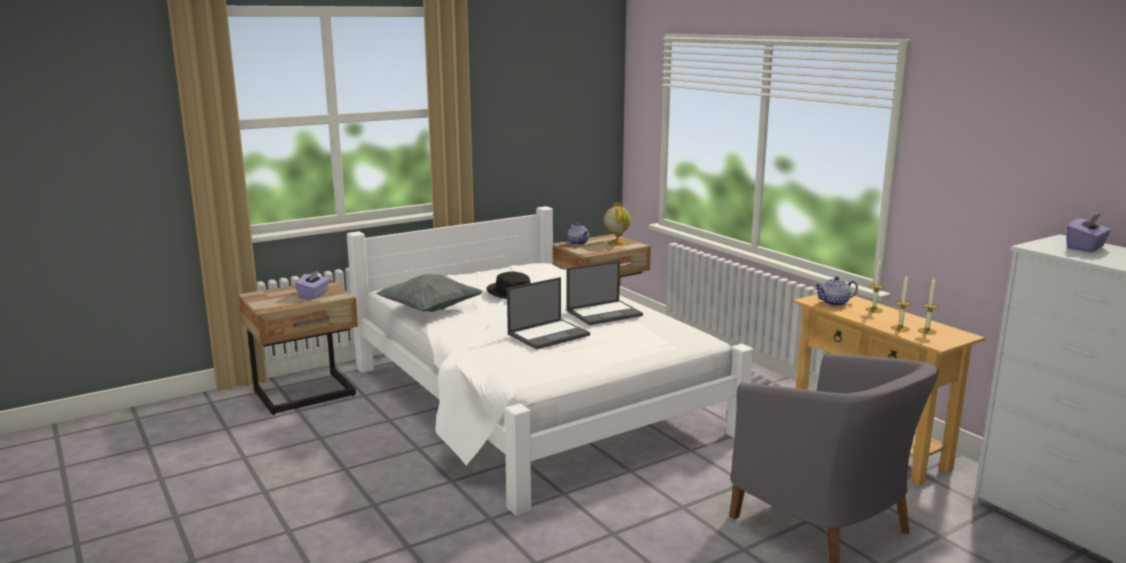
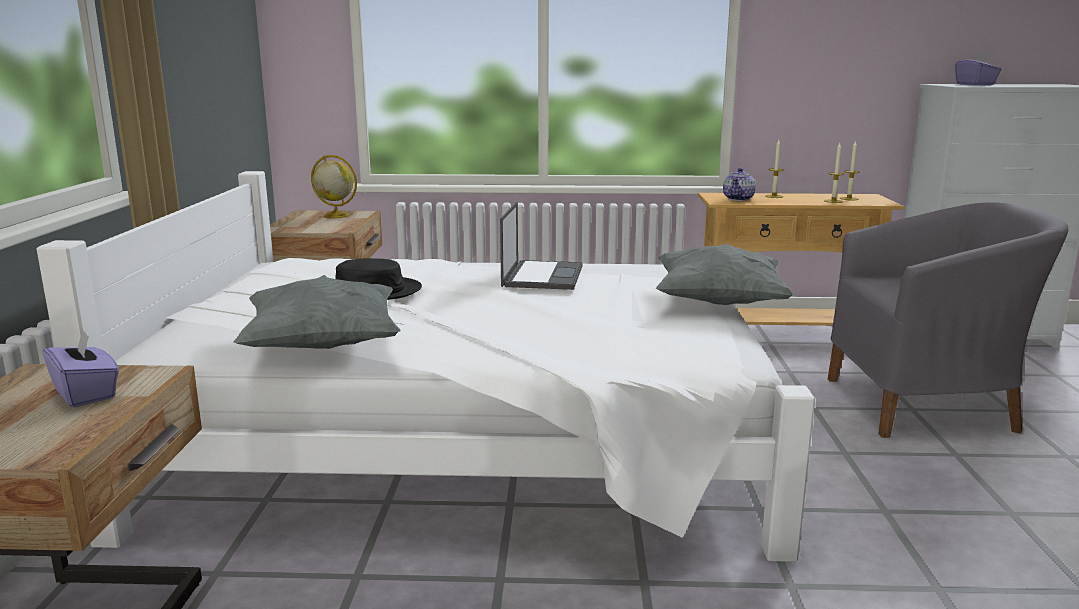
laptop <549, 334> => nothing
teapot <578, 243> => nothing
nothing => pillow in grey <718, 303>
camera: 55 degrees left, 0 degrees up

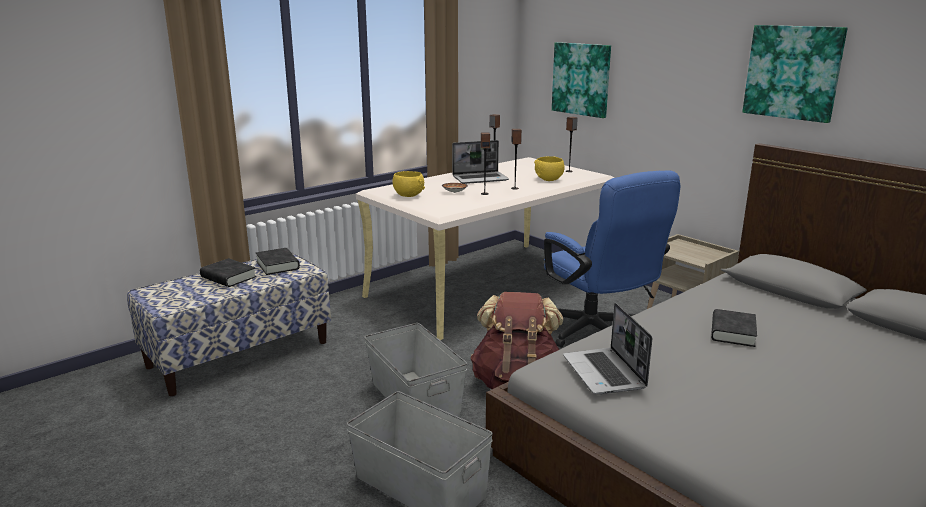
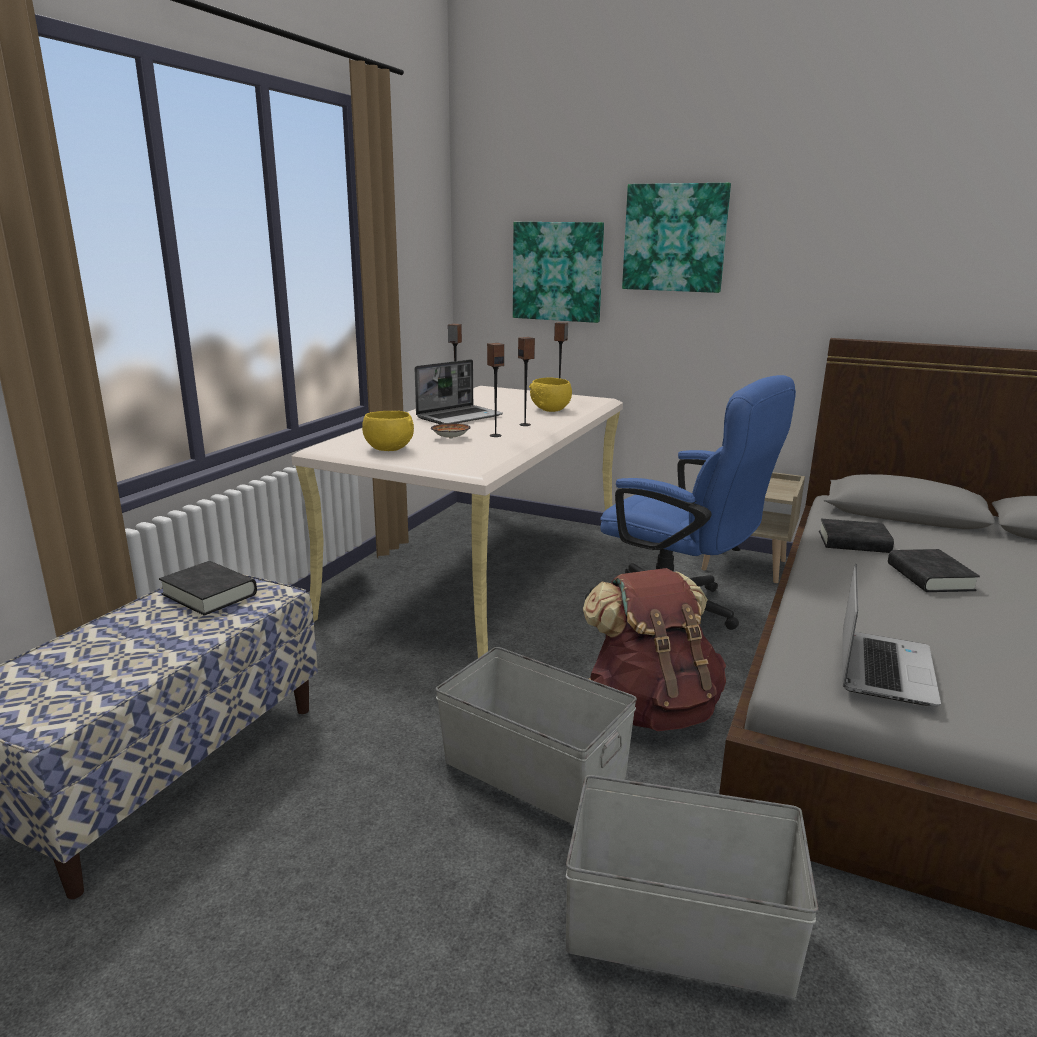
book in black <228, 277> => book in black <854, 542>, moved
laptop <605, 373> => laptop <883, 668>, 120 degrees counterclockwise
picture <793, 72> => picture <675, 238>, moved
camera: 25 degrees left, 0 degrees up

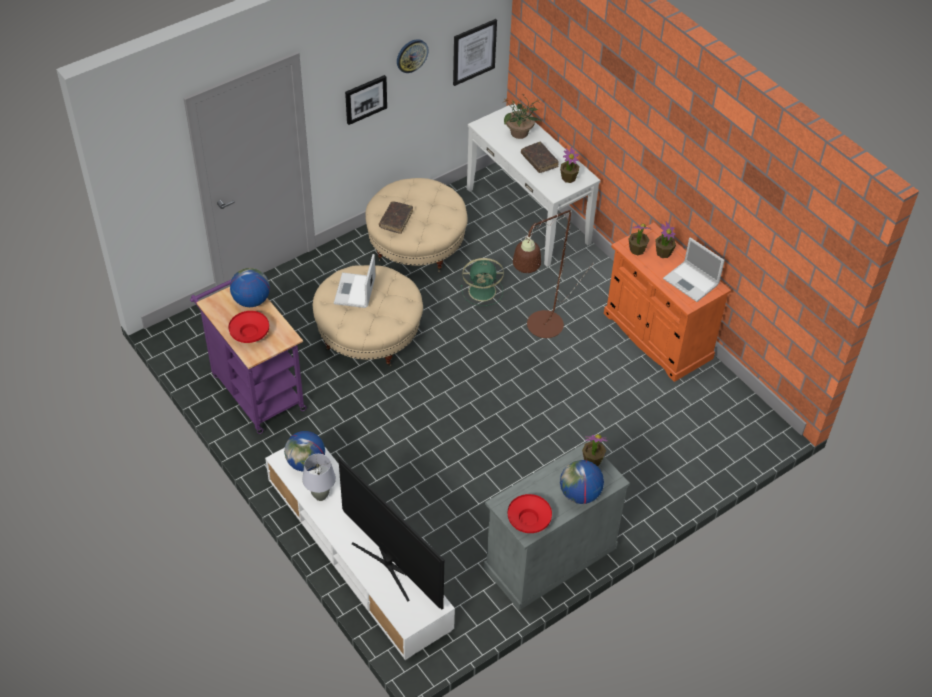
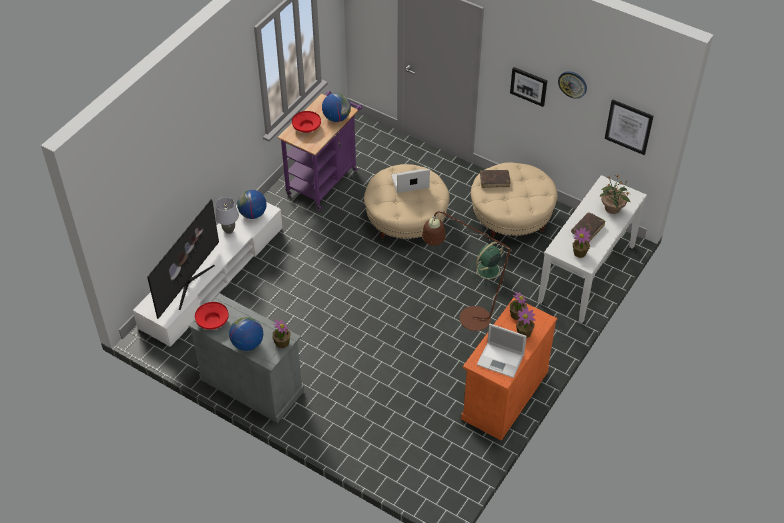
fan in green <483, 291> => fan in green <487, 270>, 75 degrees clockwise
laptop <691, 282> => laptop <501, 360>, 90 degrees counterclockwise
camera: 70 degrees right, 0 degrees up

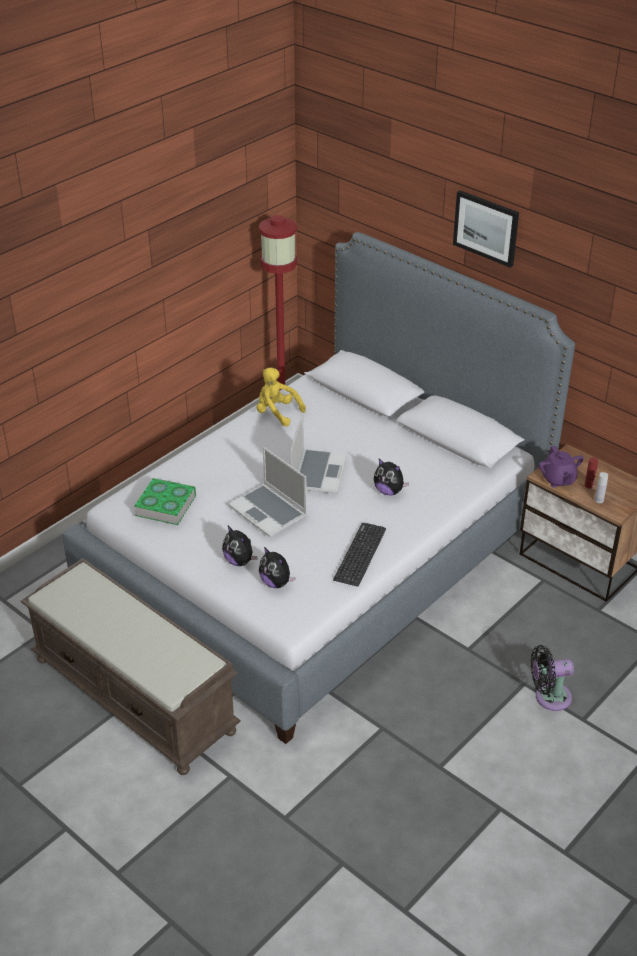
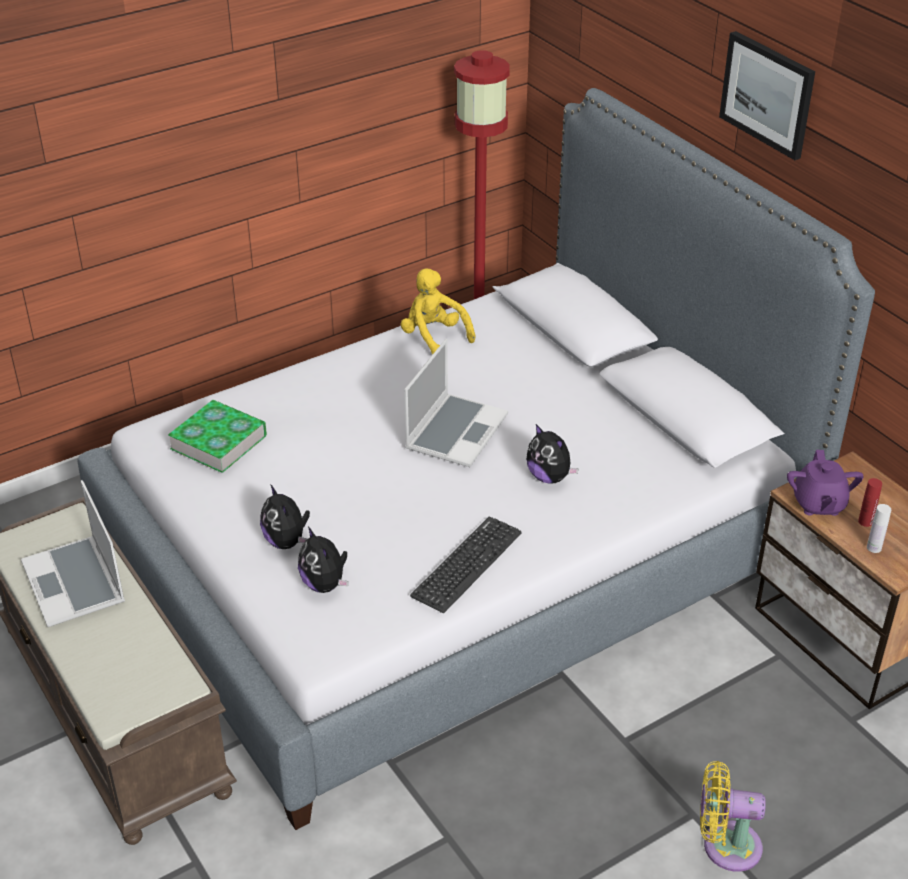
laptop <269, 512> => laptop <76, 583>, moved
fan in black <549, 697> => fan in yellow <725, 845>
camera: 15 degrees right, 0 degrees up

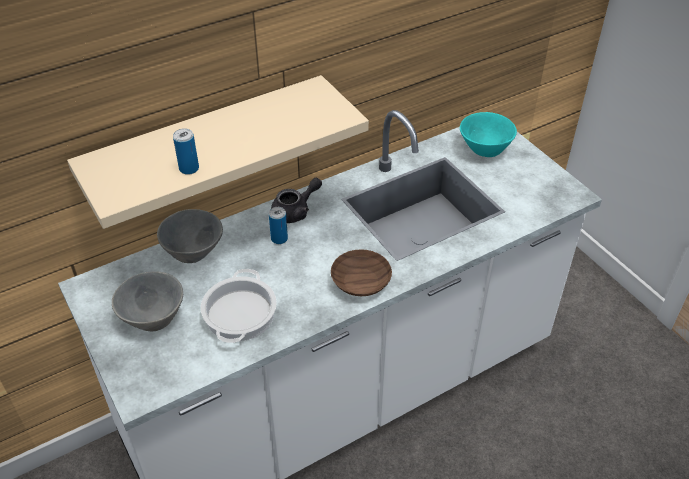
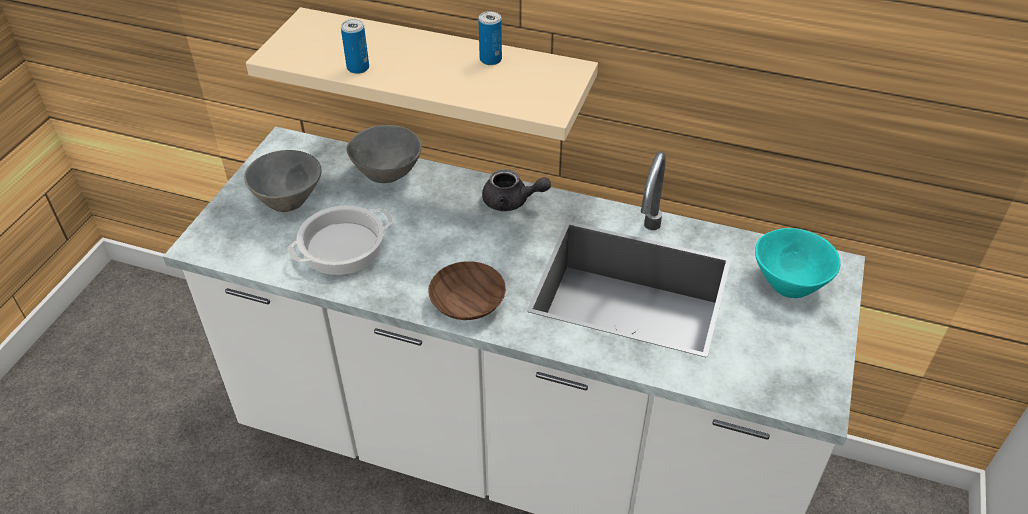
can <279, 239> => can <490, 59>, moved
camera: 50 degrees right, 0 degrees up

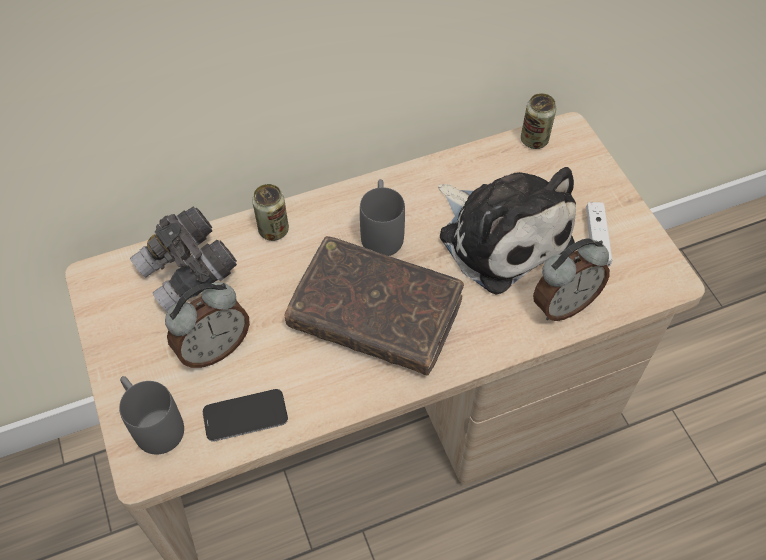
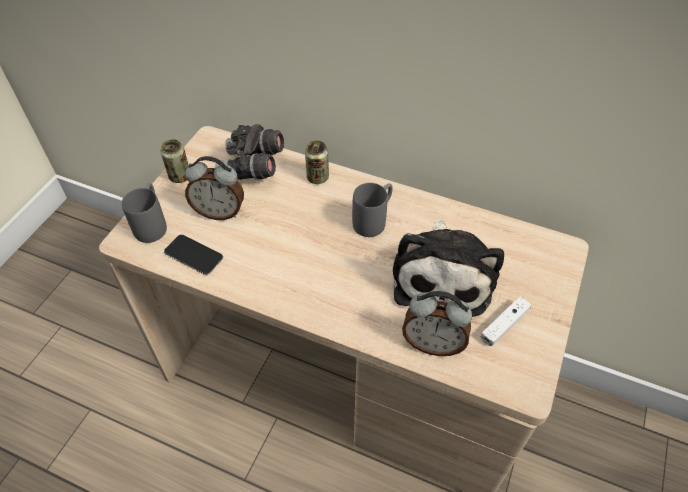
book in brown <375, 314> => nothing
can <534, 140> => can <180, 176>, moved
camera: 45 degrees right, 5 degrees down

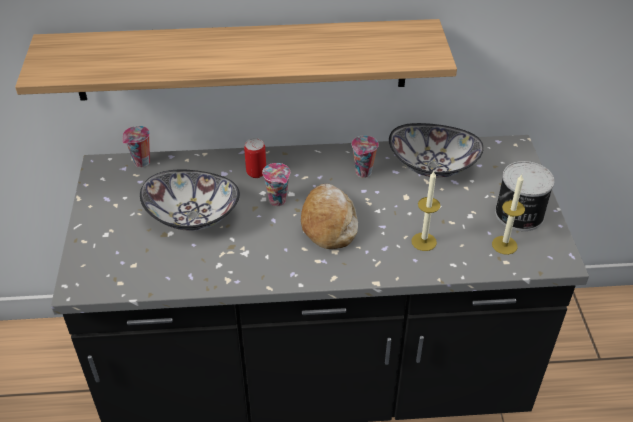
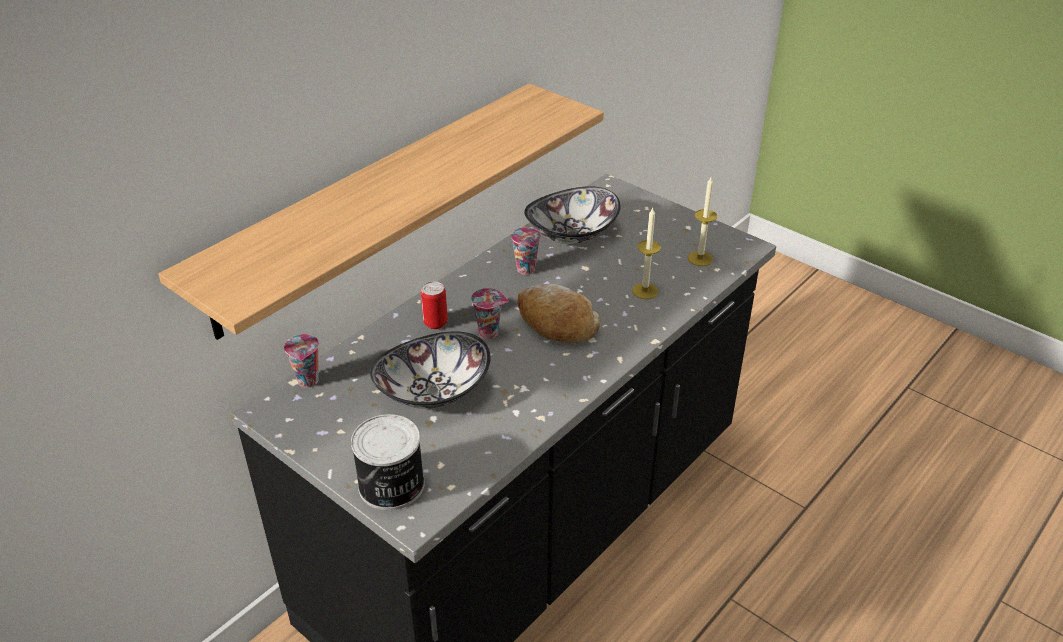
can <518, 215> => can <391, 486>, moved
camera: 45 degrees left, 5 degrees down

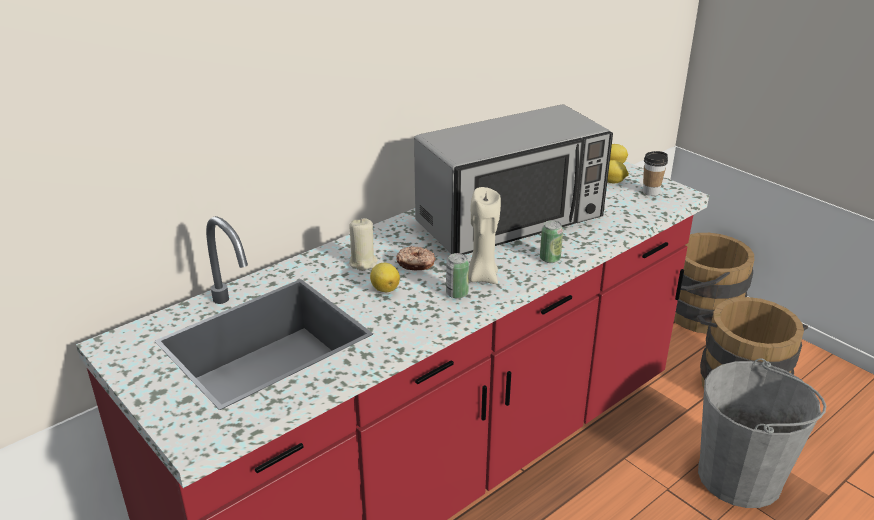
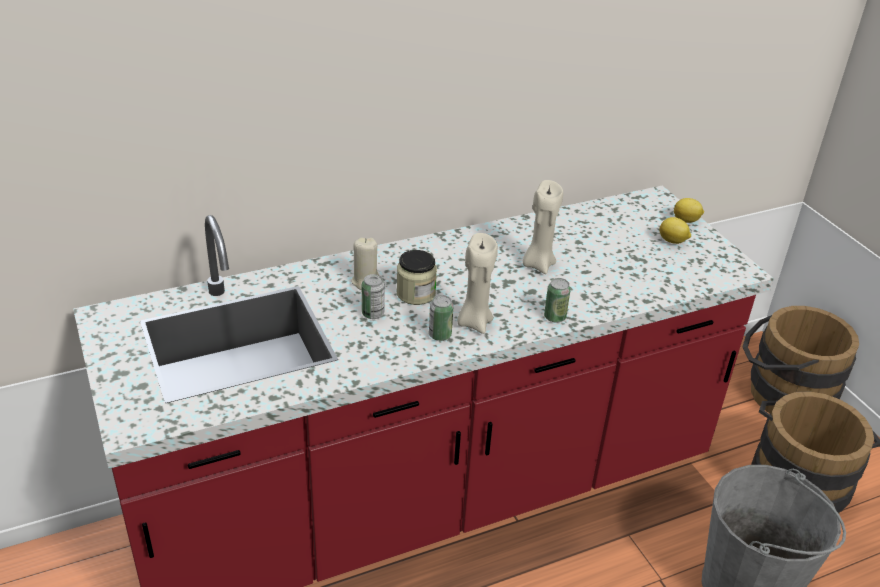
lemon <385, 288> => can <373, 314>
donut <415, 264> => jar <416, 293>
microwave <511, 220> => candle in beige <538, 264>
cup <650, 192> => nothing
camera: 15 degrees right, 5 degrees up

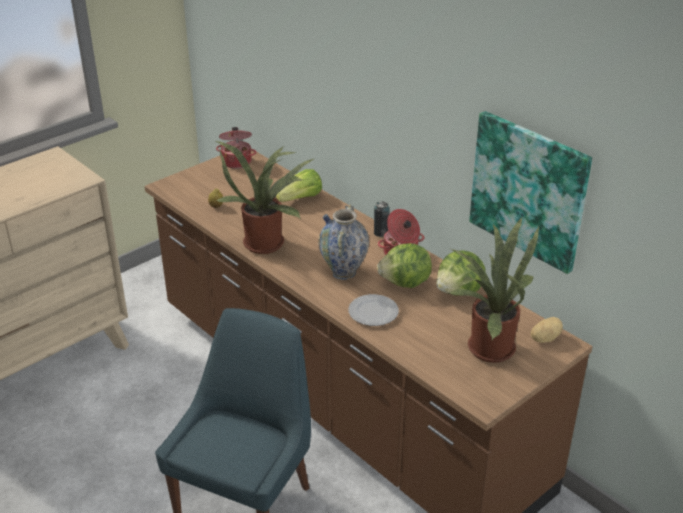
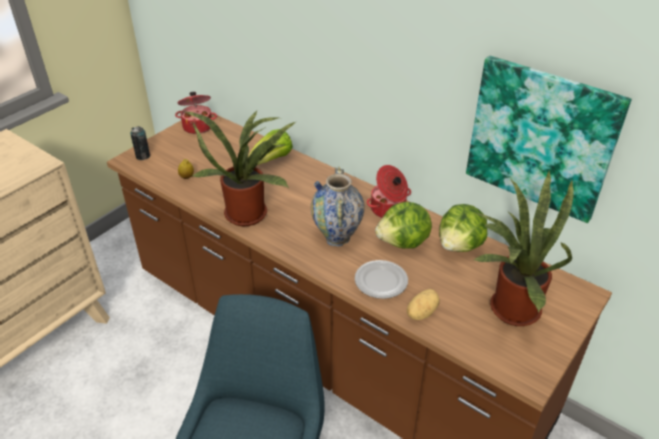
can <381, 233> => can <143, 156>, moved
potato <544, 338> => potato <420, 312>, moved
camera: 10 degrees left, 5 degrees up

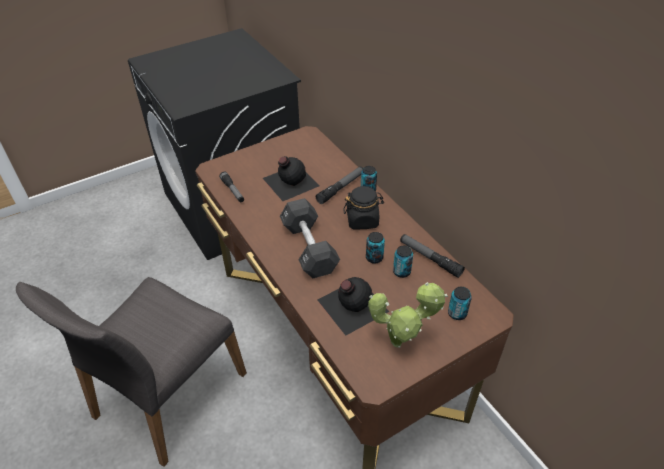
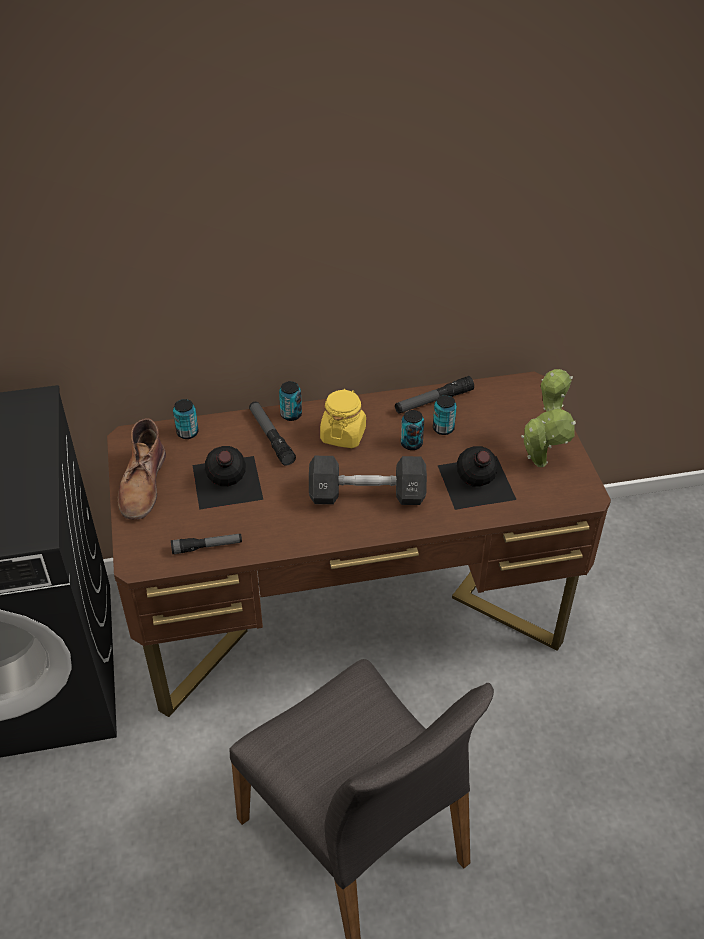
jar in black <362, 220> => jar in yellow <343, 435>
can <457, 313> => can <187, 433>, moved
nothing => boot in brown <142, 484>
camera: 70 degrees left, 0 degrees up

